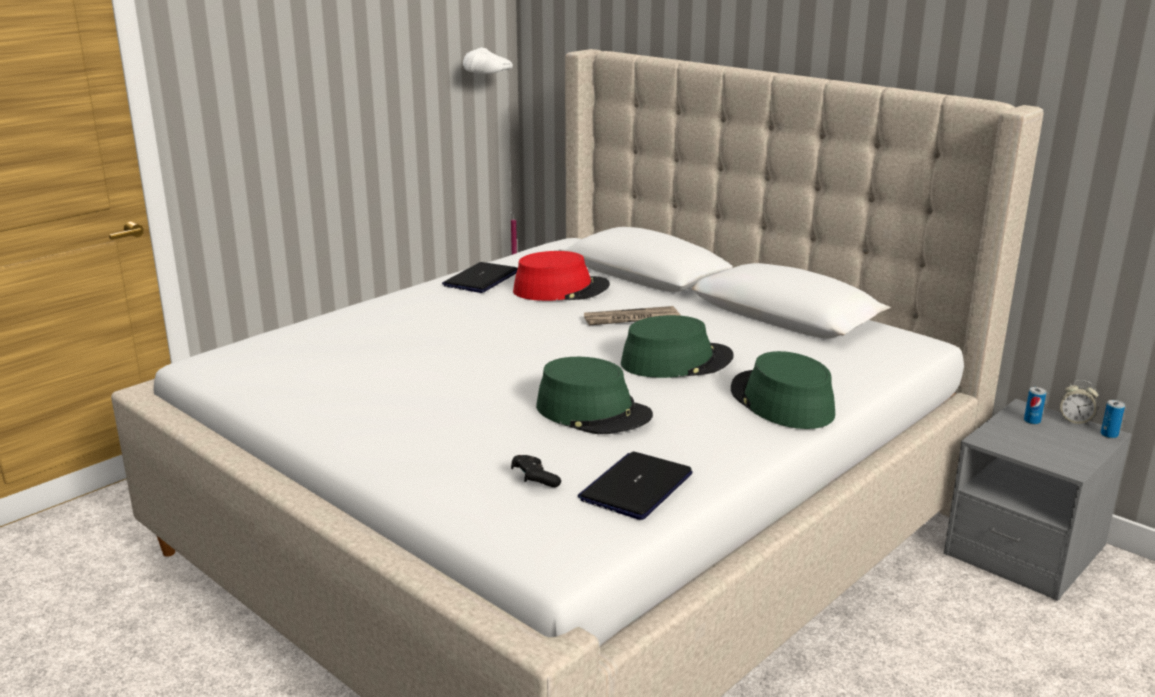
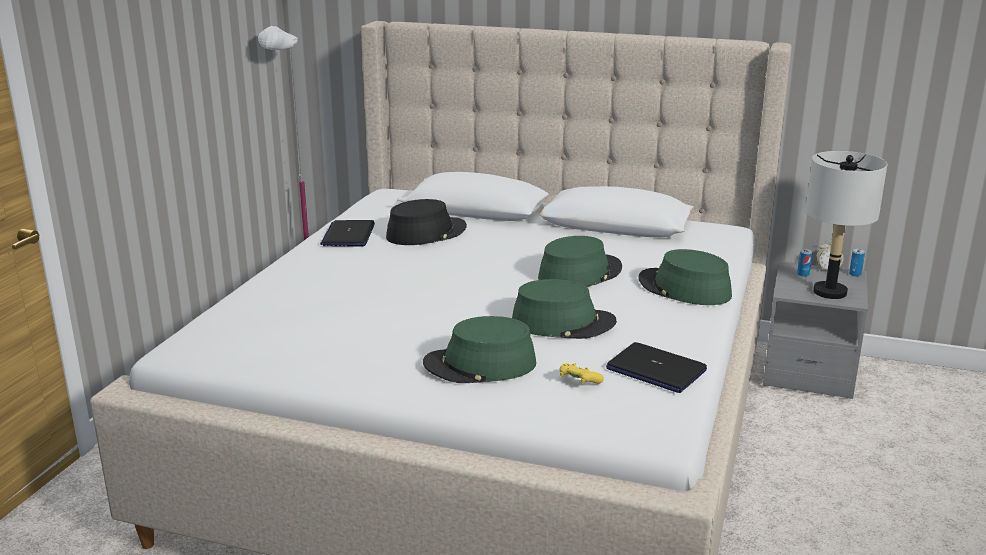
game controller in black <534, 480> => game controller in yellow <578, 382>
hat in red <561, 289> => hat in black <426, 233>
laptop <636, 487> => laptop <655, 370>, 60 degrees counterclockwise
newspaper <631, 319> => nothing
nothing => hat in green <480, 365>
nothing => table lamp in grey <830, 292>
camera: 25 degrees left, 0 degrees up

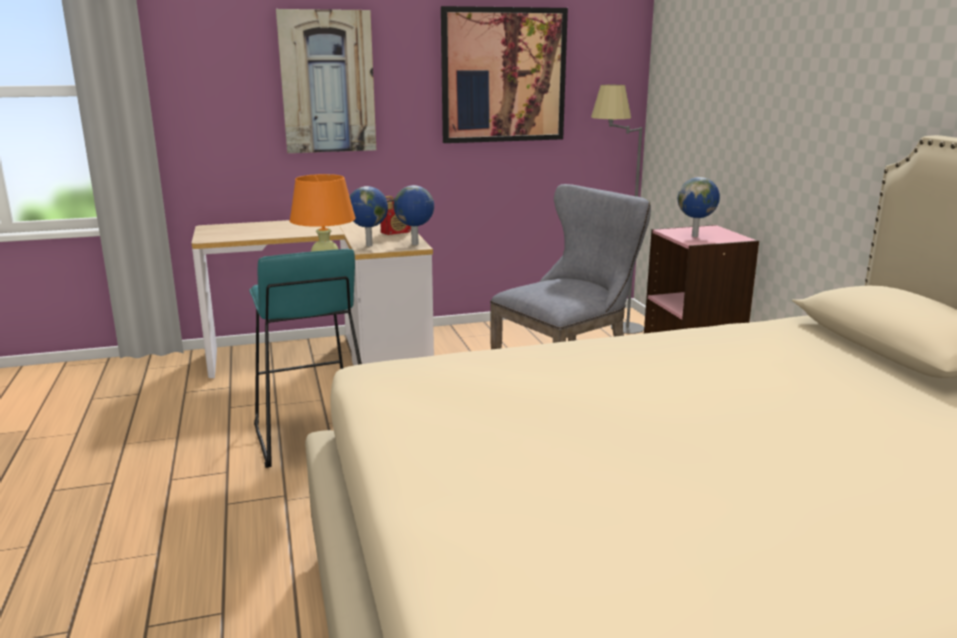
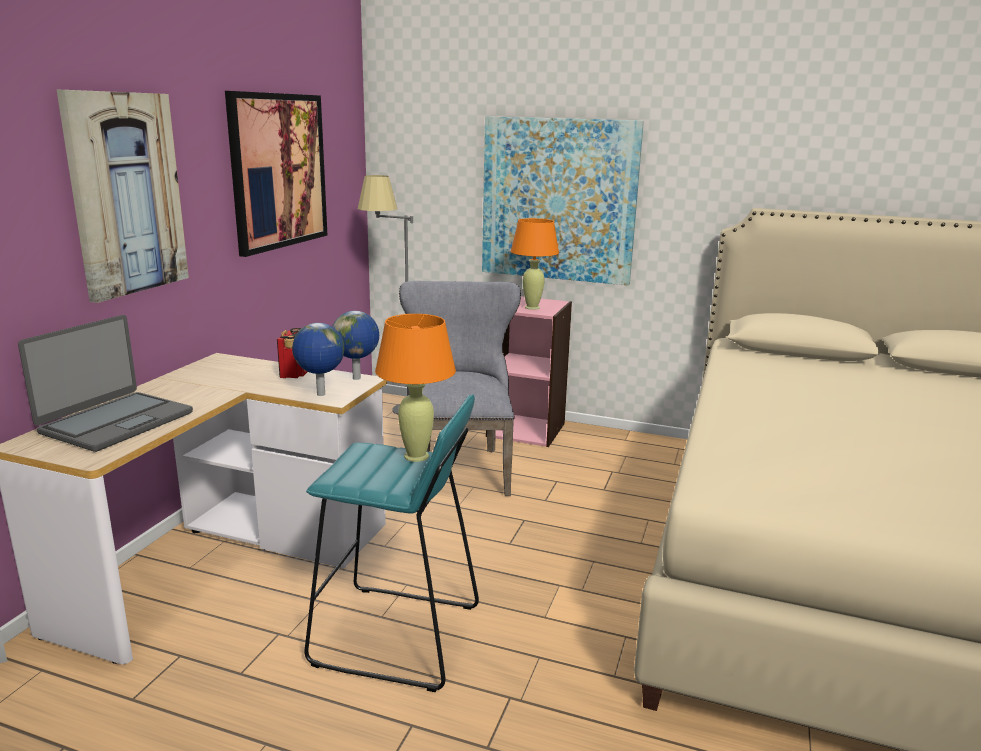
globe <695, 236> => table lamp in orange <532, 307>
nothing => laptop <116, 422>
nothing => picture <558, 200>
camera: 55 degrees left, 0 degrees up

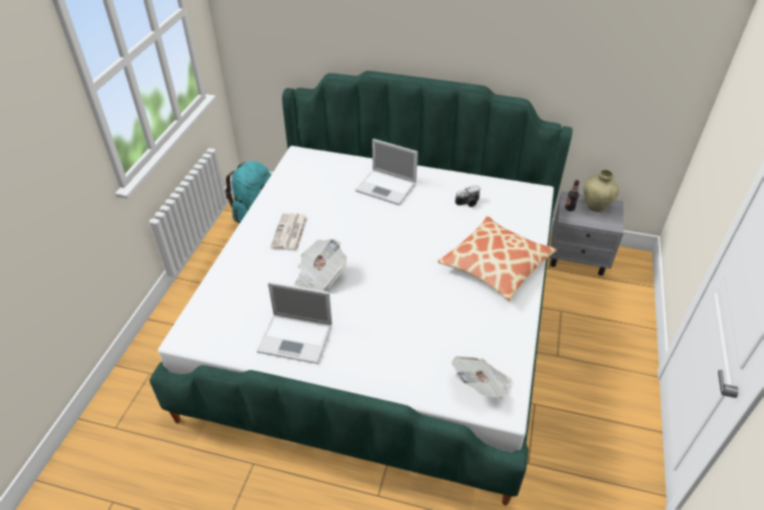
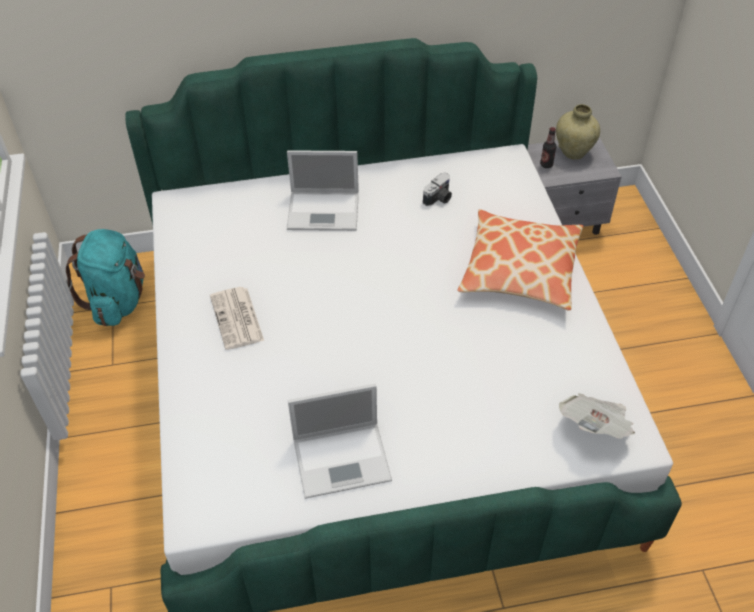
newspaper <319, 276> => nothing
camera: 25 degrees left, 5 degrees up

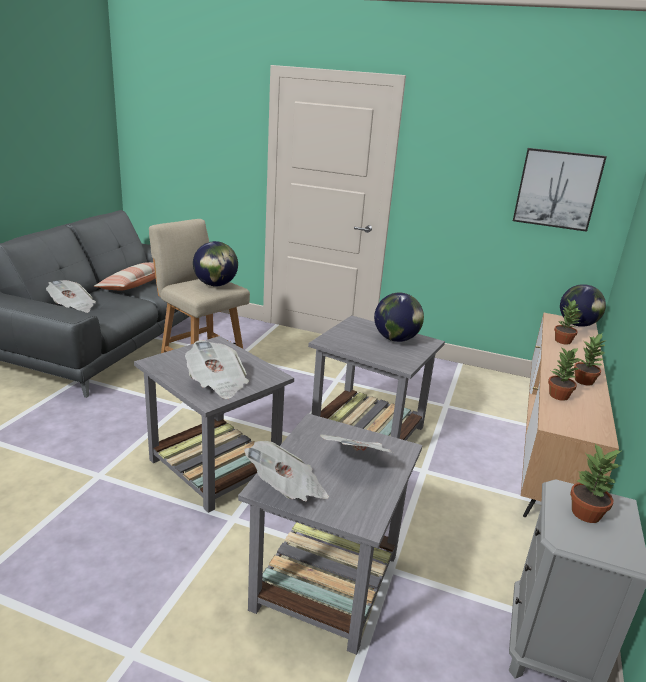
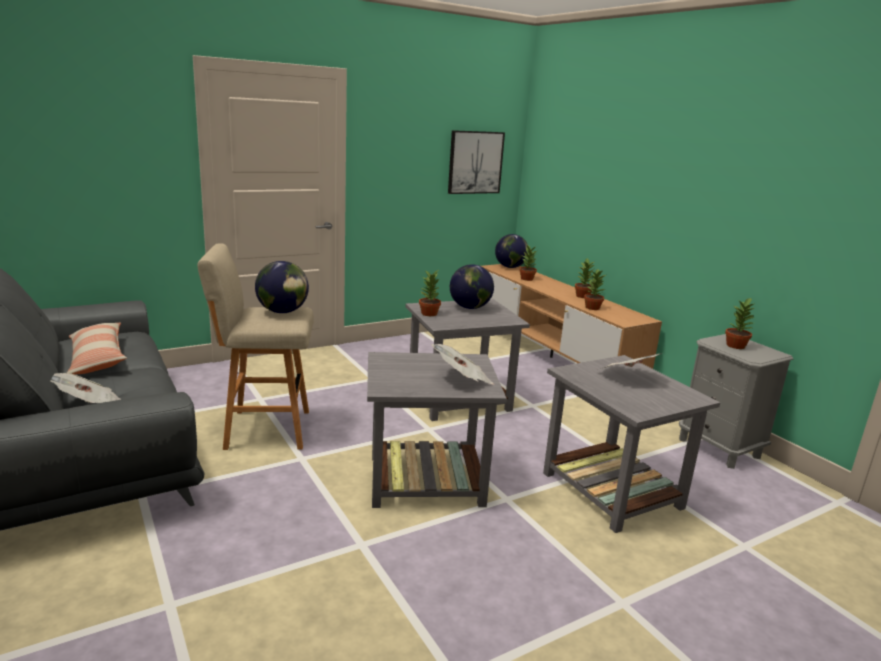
newspaper <287, 490> => nothing
nothing => potted plant <429, 314>
camera: 50 degrees left, 5 degrees down

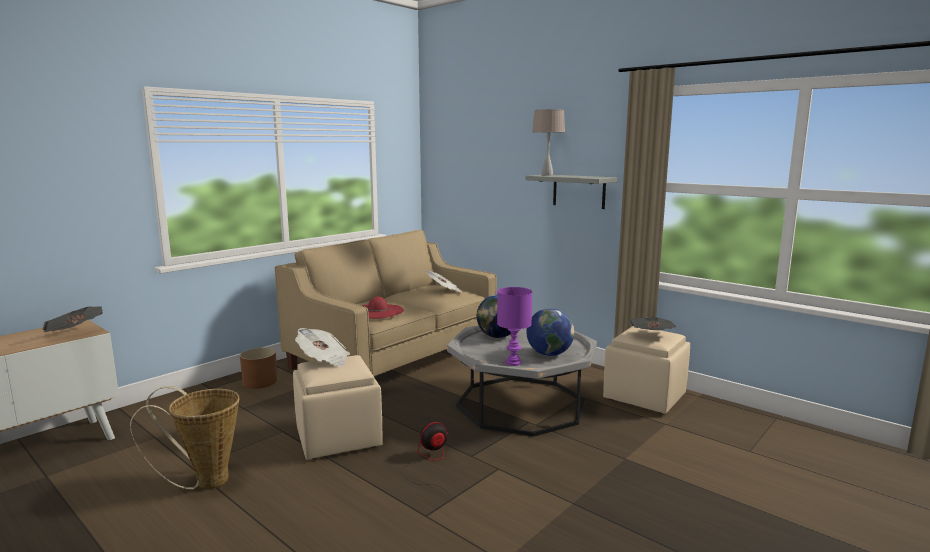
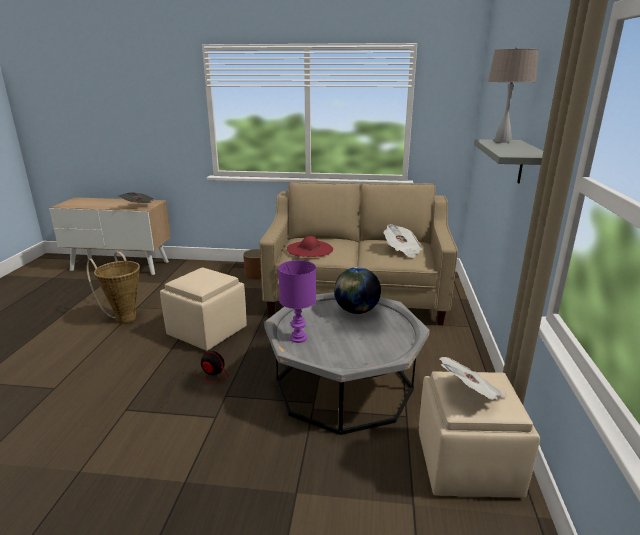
newspaper <324, 360> => nothing
globe <549, 354> => nothing
camera: 55 degrees right, 10 degrees up

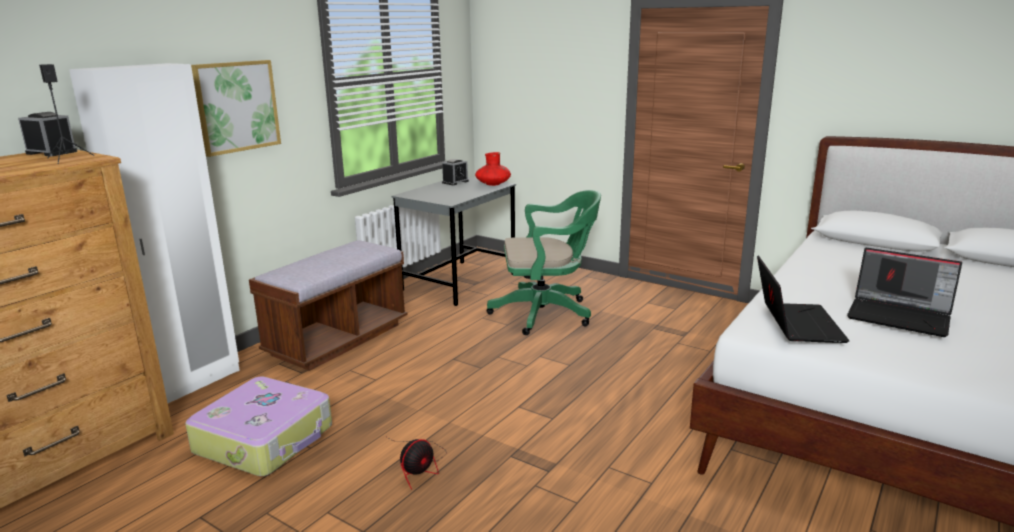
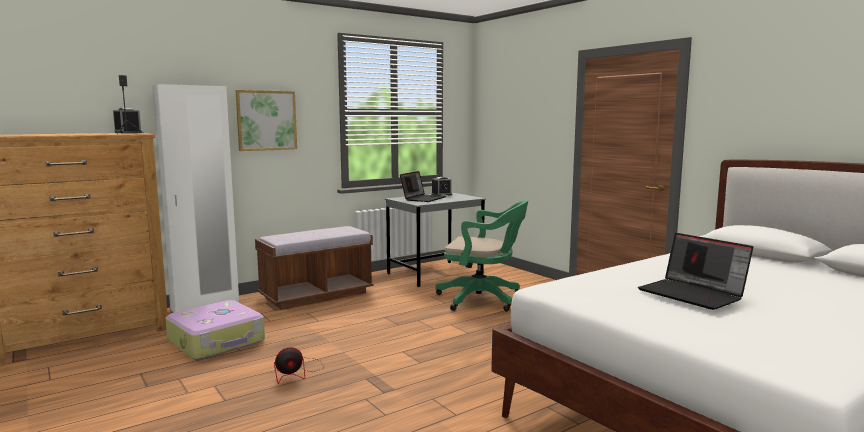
vase in red <493, 184> => nothing
laptop <795, 323> => laptop <423, 198>, moved
camera: 20 degrees right, 10 degrees down

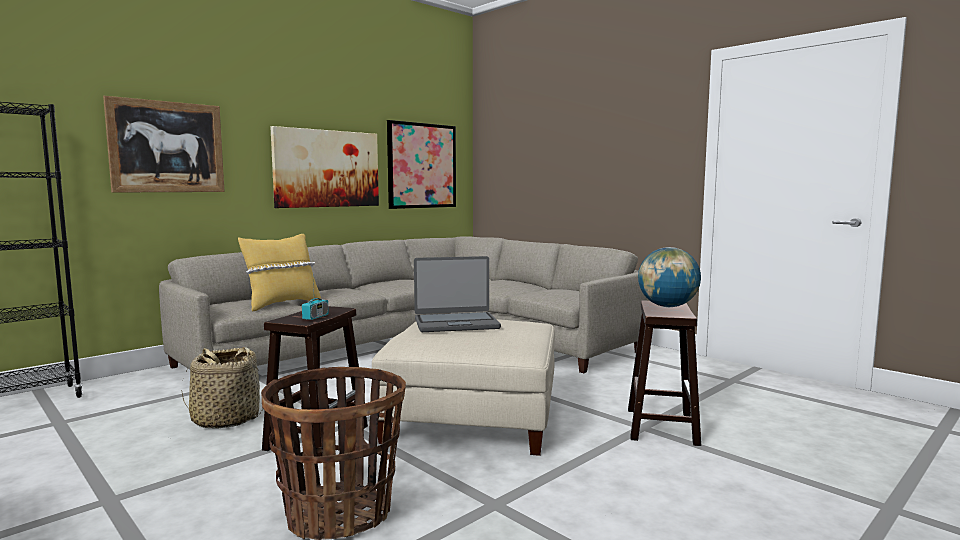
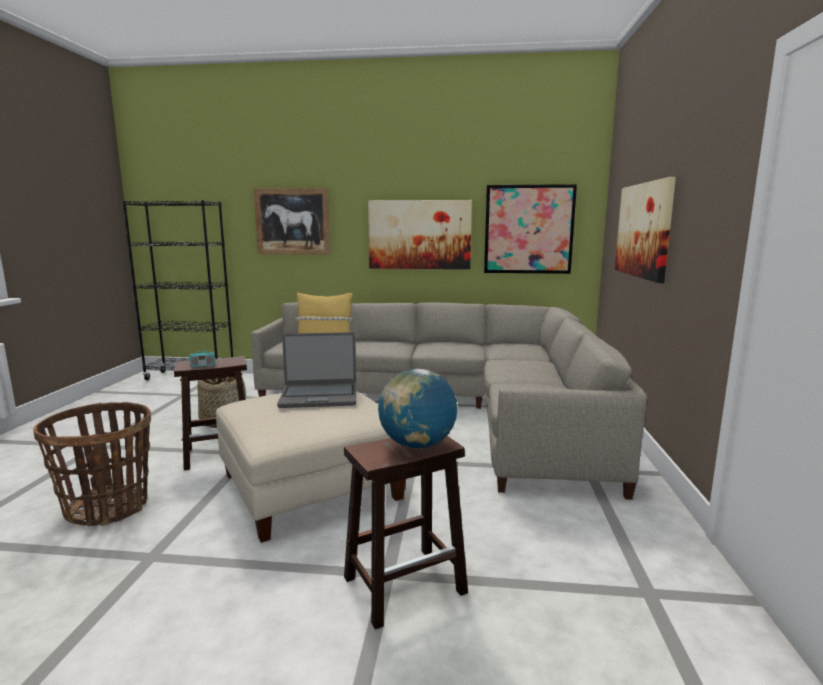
laptop <456, 323> => laptop <319, 397>, 45 degrees counterclockwise
nothing => picture <643, 230>
camera: 50 degrees right, 5 degrees up

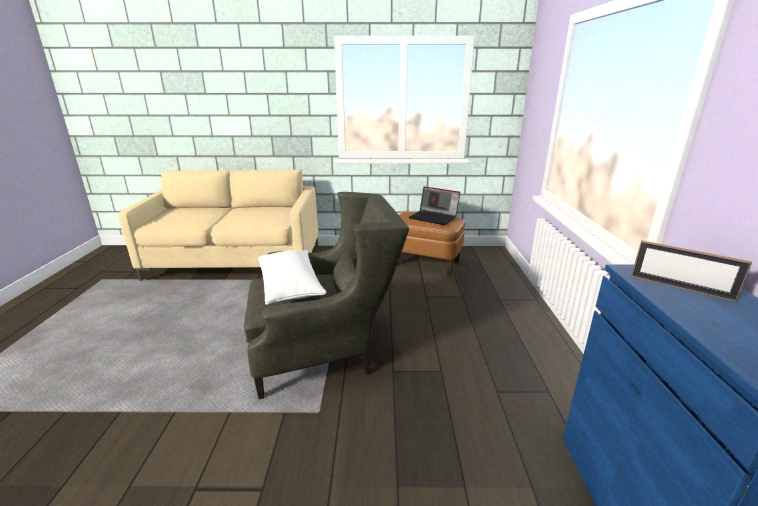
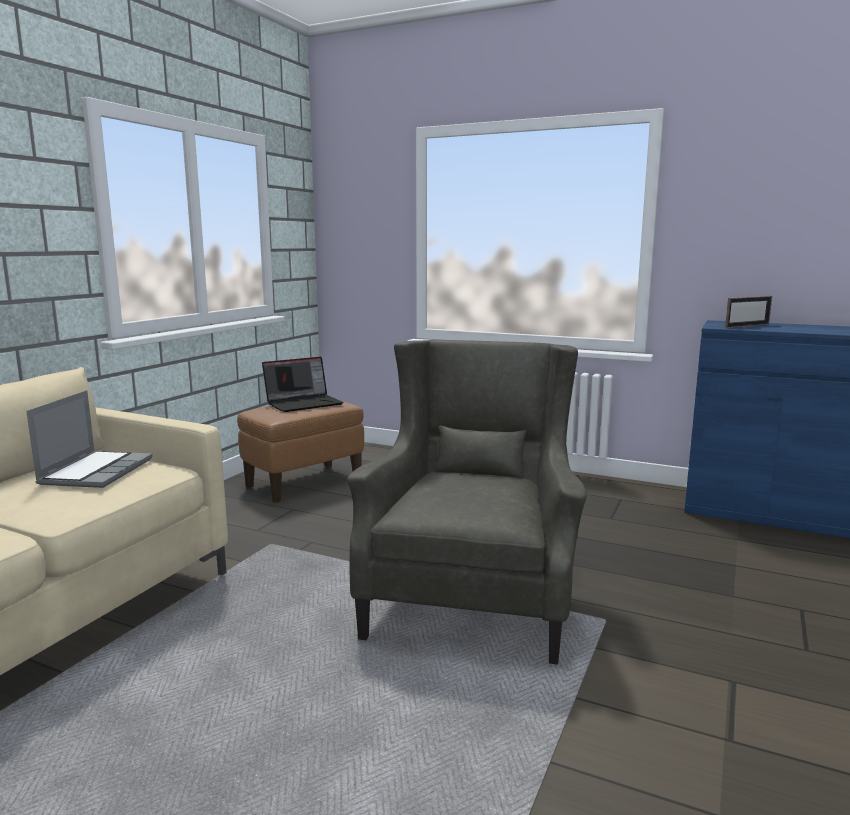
pillow in white <290, 287> => nothing
nothing => laptop <96, 471>
camera: 65 degrees left, 10 degrees down

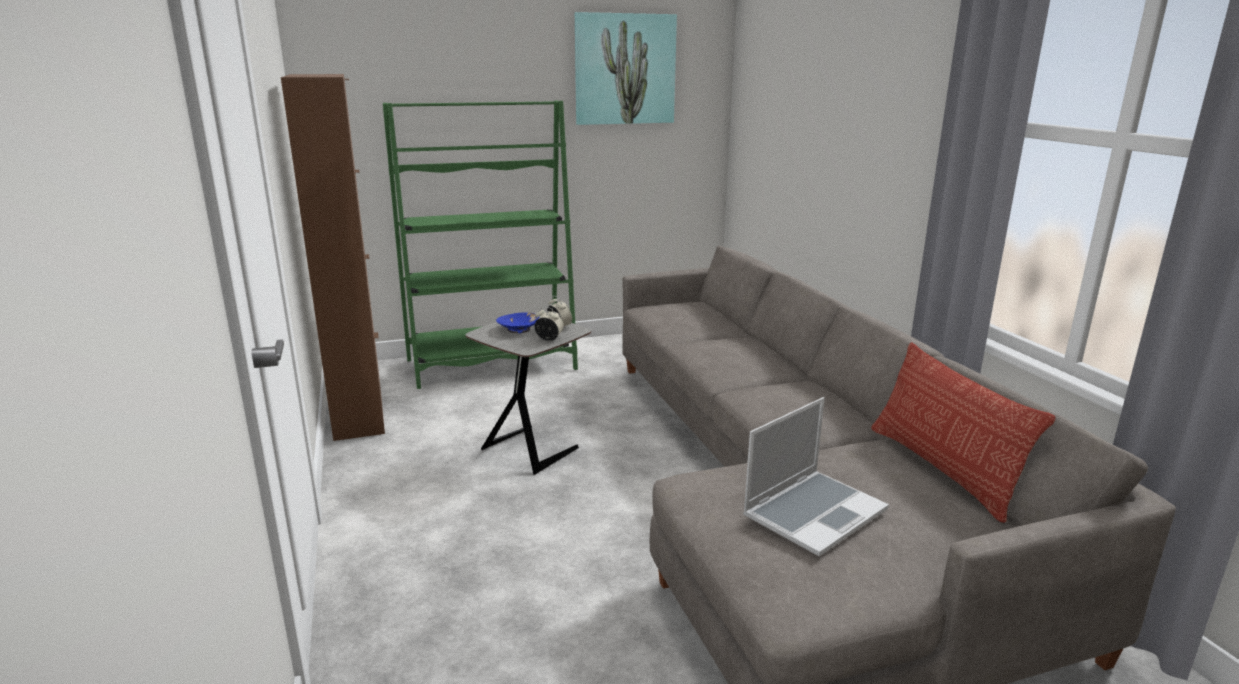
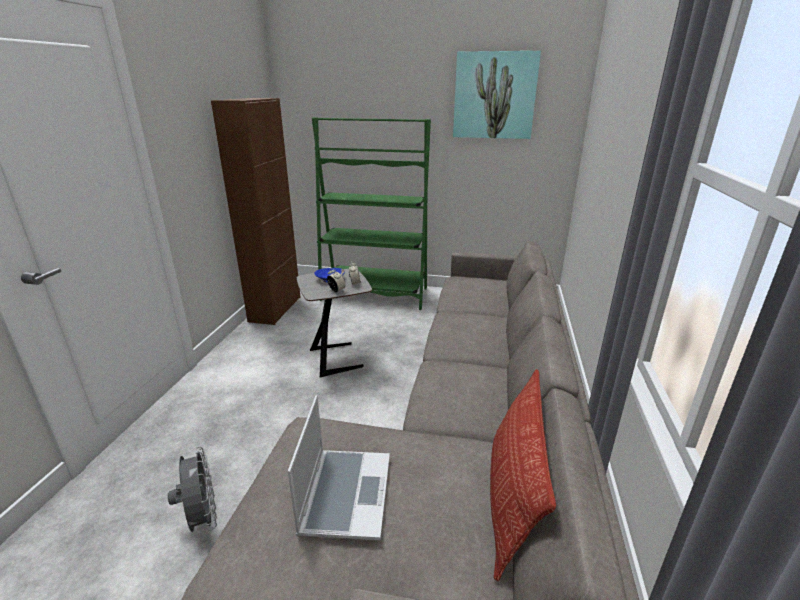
laptop <814, 512> => laptop <345, 493>, 75 degrees counterclockwise
nothing => fan in grey <202, 518>
camera: 30 degrees right, 5 degrees up

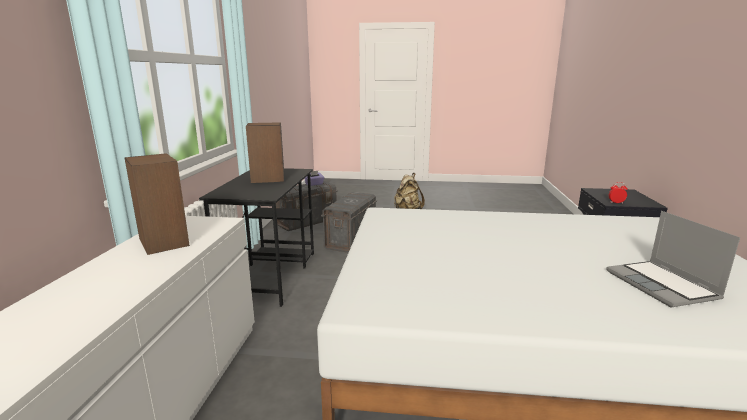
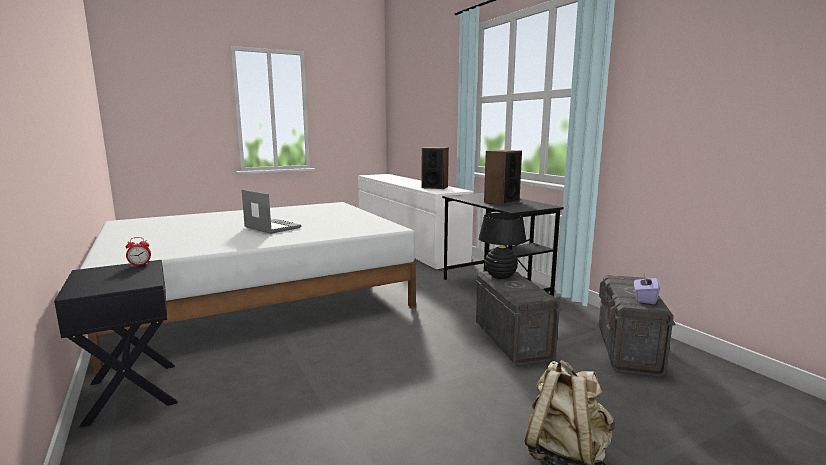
laptop <662, 285> => laptop <271, 227>, moved
nothing => table lamp in black <500, 276>
camera: 145 degrees right, 5 degrees down

